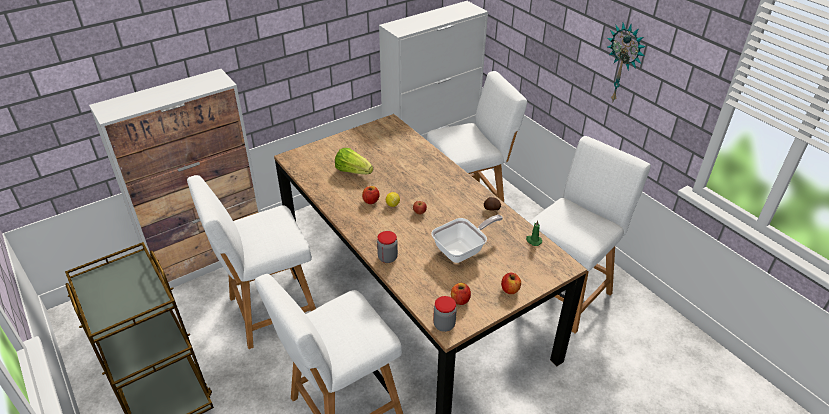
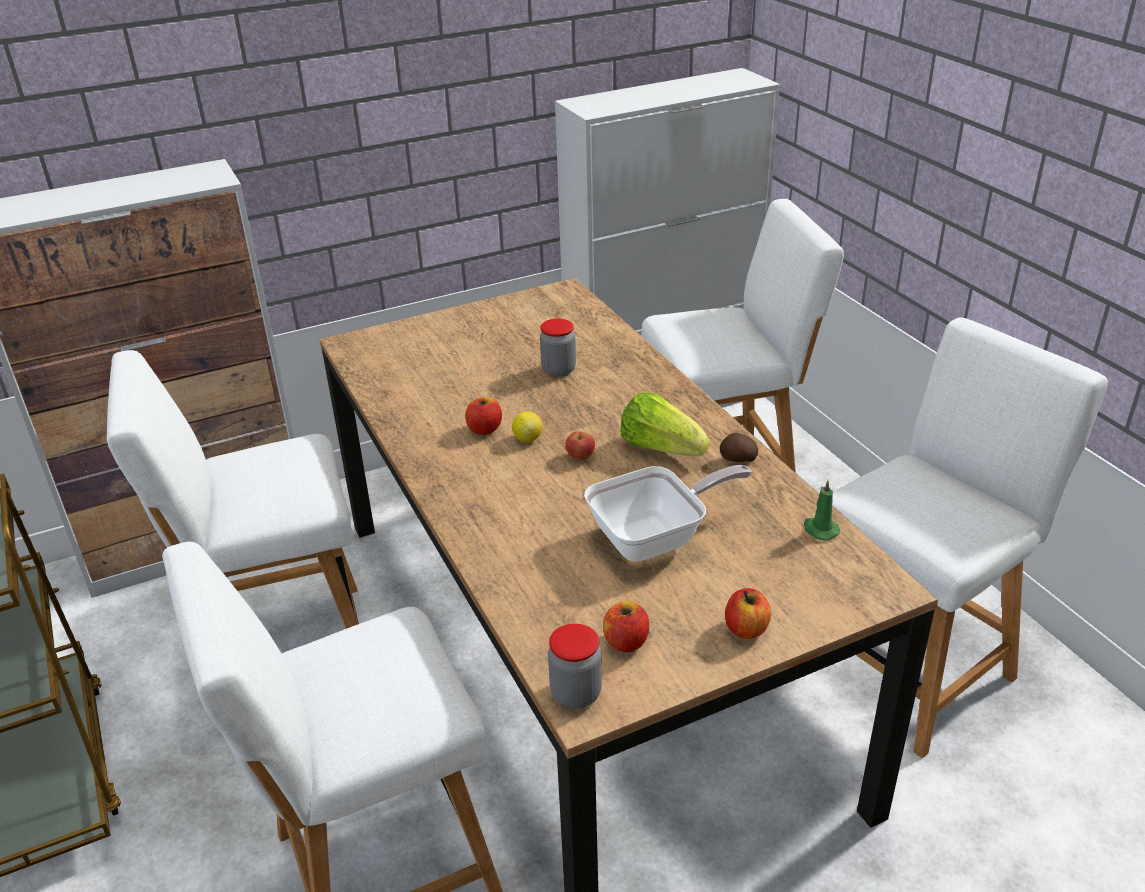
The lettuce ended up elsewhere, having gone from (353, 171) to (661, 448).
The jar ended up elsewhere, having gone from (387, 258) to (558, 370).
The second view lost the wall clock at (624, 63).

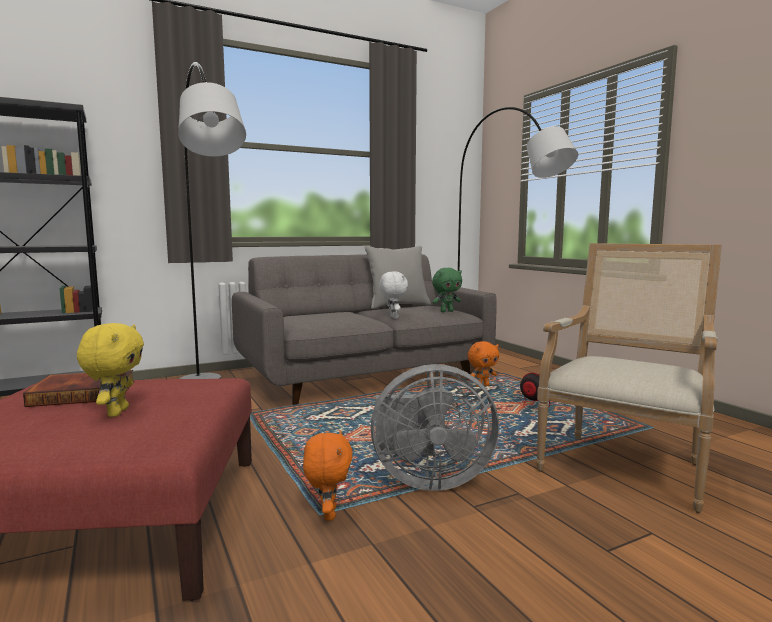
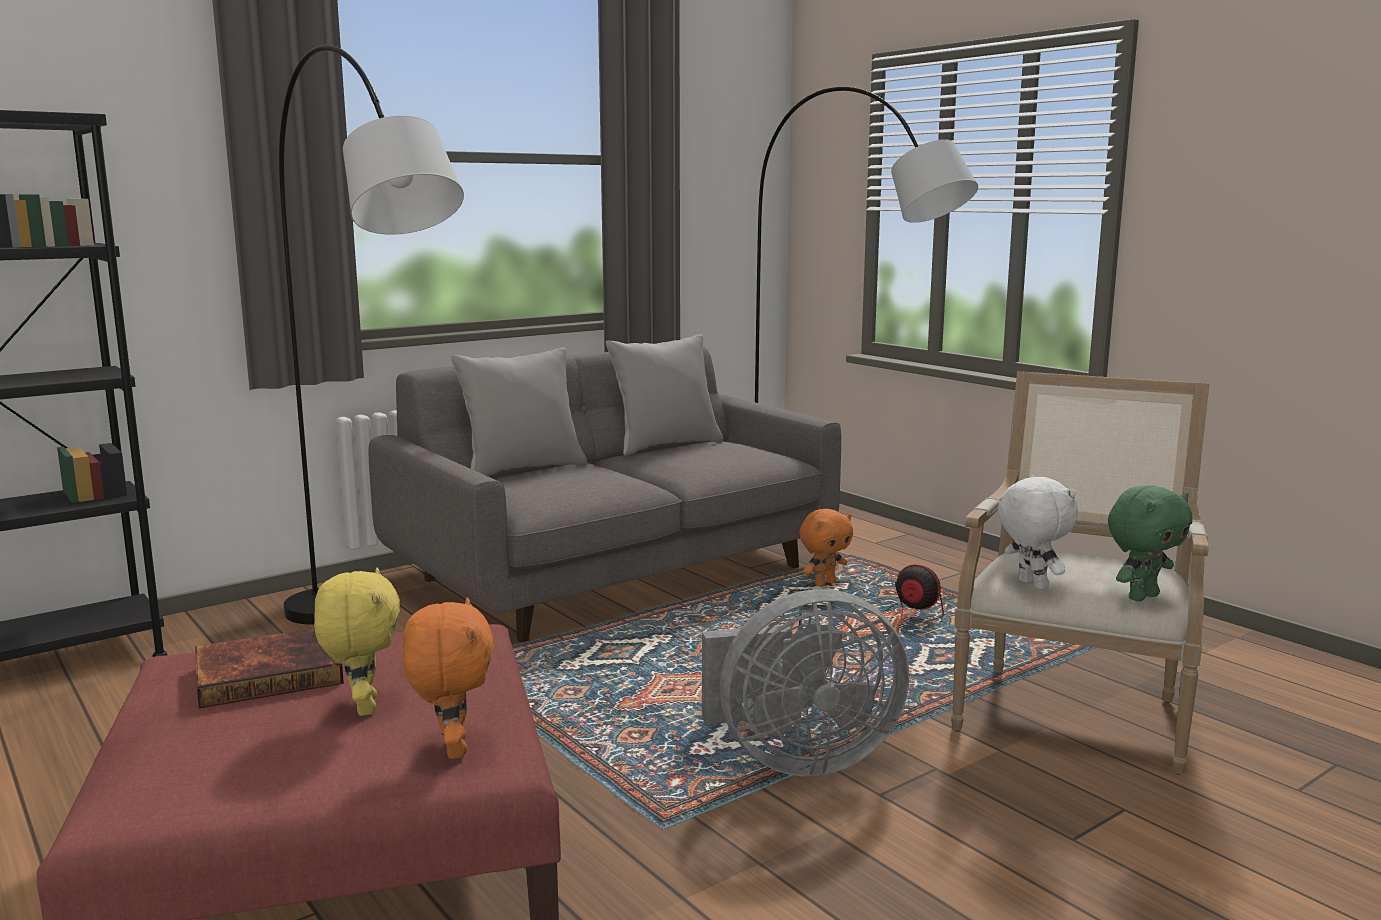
The orange plush toy ended up elsewhere, having gone from (328, 514) to (452, 749).
The white plush toy ended up elsewhere, having gone from (393, 317) to (1031, 585).
The green plush toy ended up elsewhere, having gone from (446, 311) to (1142, 596).
The second view gained the grey pillow at (522, 469).

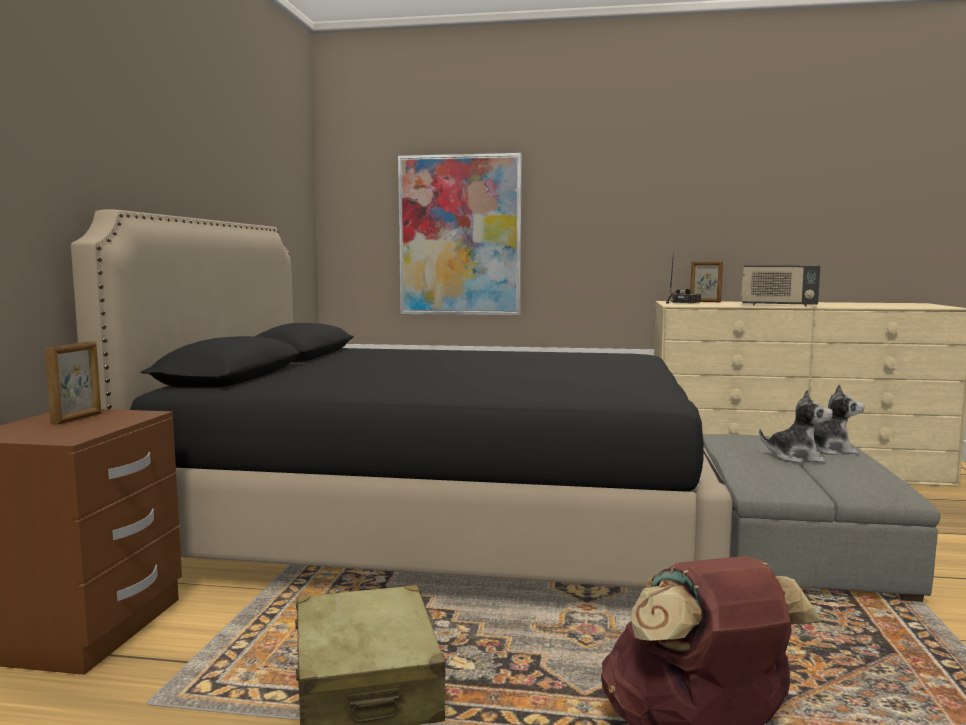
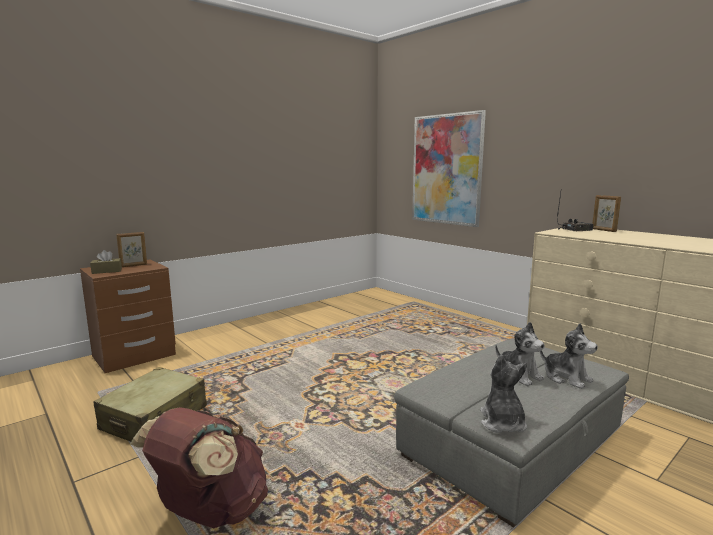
The second view lost the black bed at (438, 524).
The second view lost the radio at (778, 305).
The second view gained the brown tissue box at (107, 271).
The second view gained the plush toy at (502, 423).

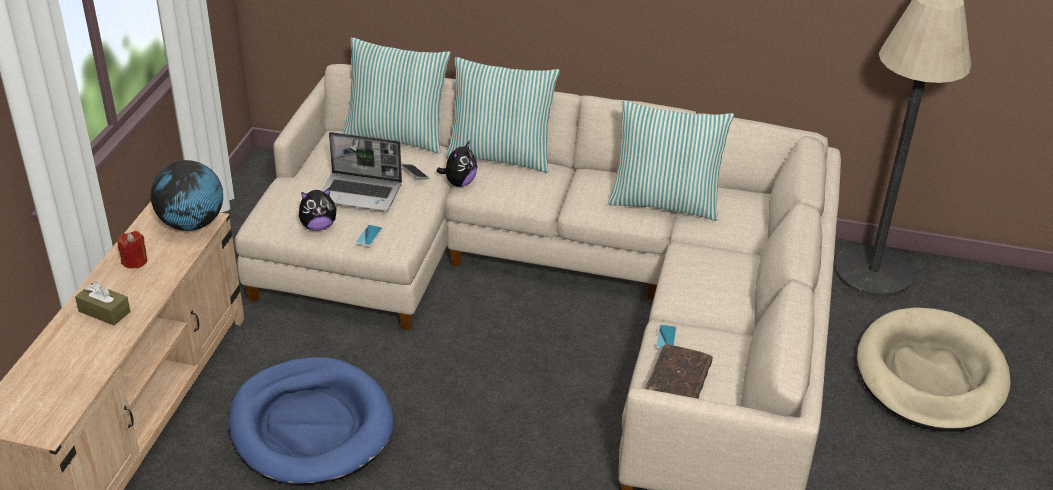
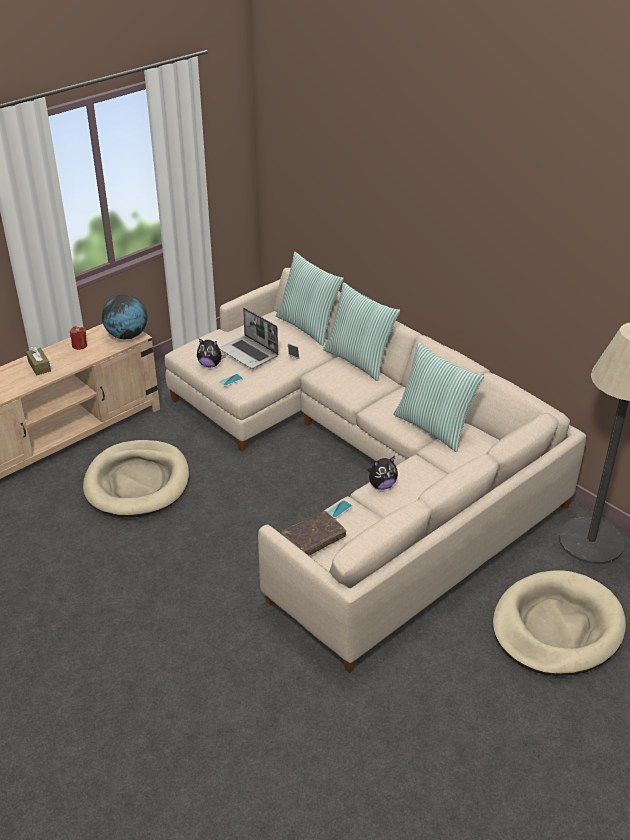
What was the blue dog bed at (311, 426) turned into the beige dog bed at (137, 482).
The plush toy ended up elsewhere, having gone from (459, 183) to (381, 485).

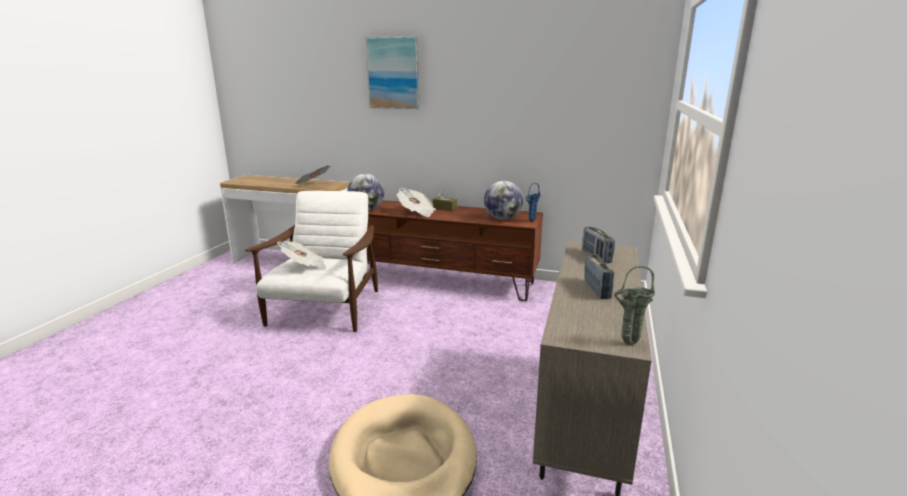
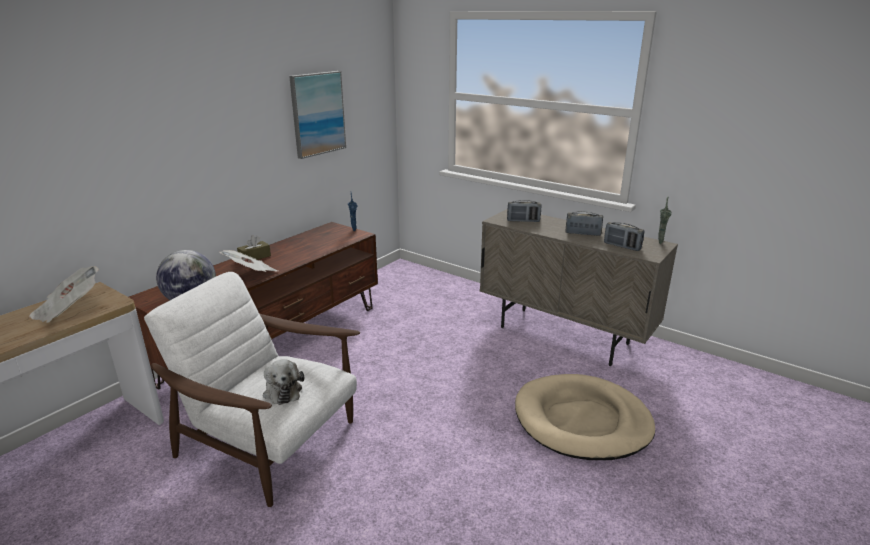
Where the newspaper stood at (304, 266), the plush toy came to stand at (282, 390).
The picture ended up elsewhere, having gone from (394, 73) to (317, 114).
The second view lost the globe at (502, 219).
The second view gained the radio at (622, 246).

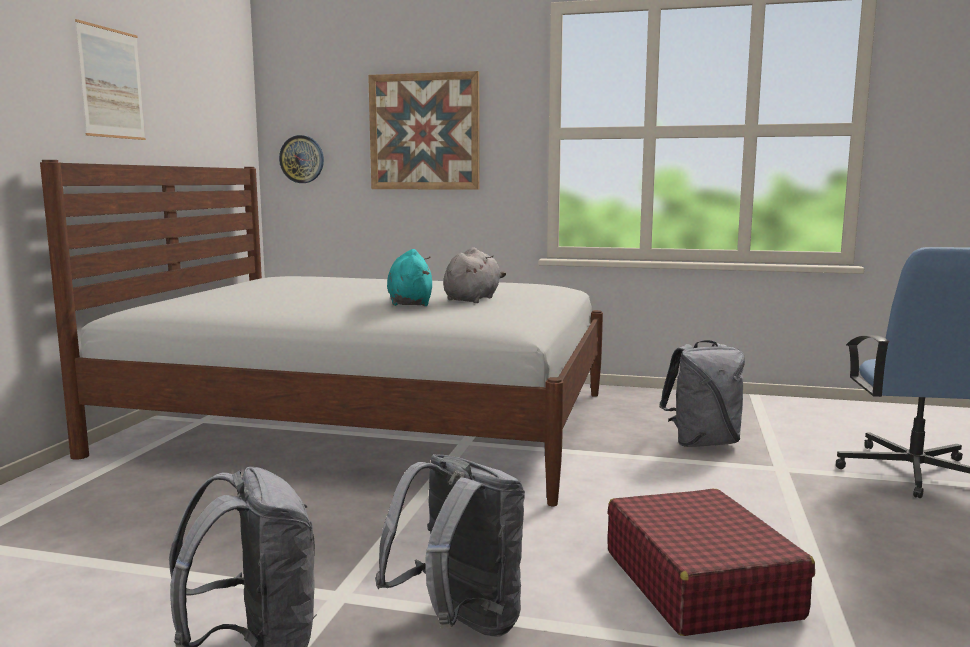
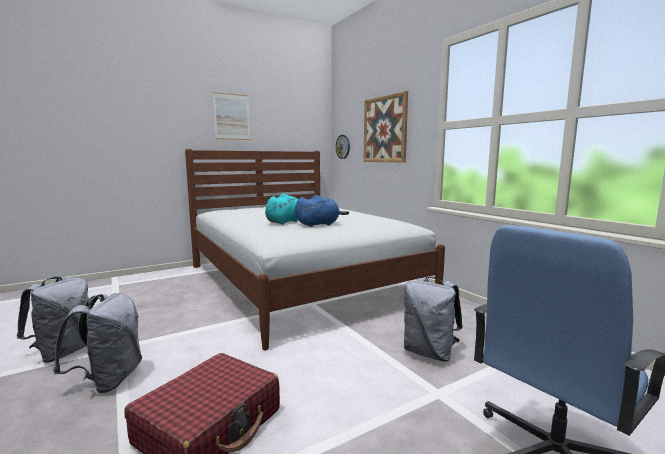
What was the grey plush toy at (473, 299) turned into the blue plush toy at (319, 224).

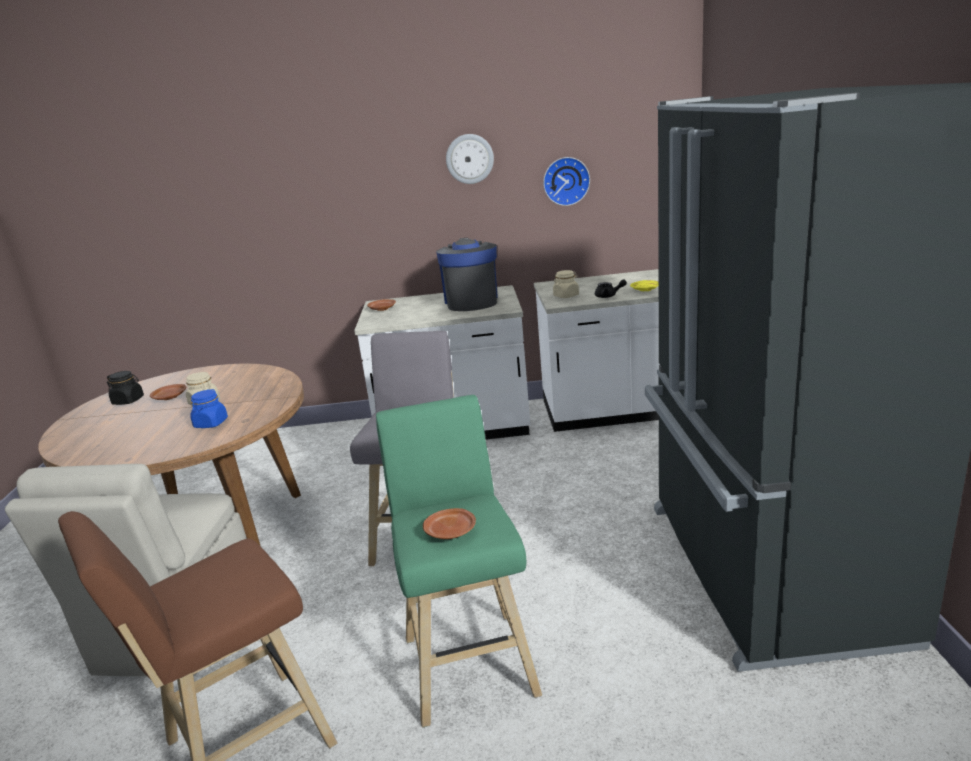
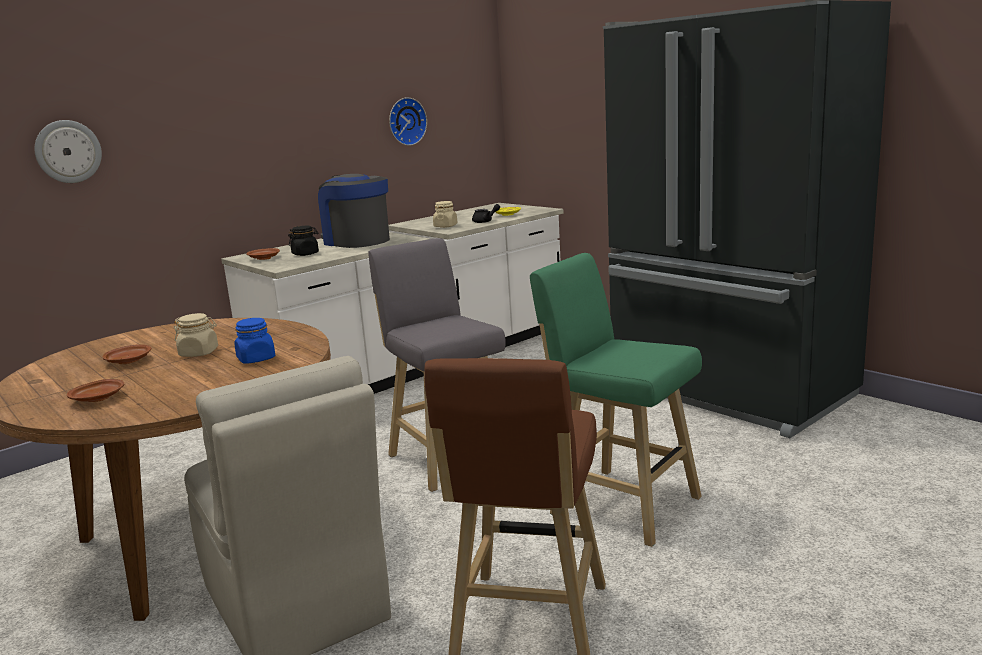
The black jar ended up elsewhere, having gone from (128, 401) to (305, 254).
The brown plate ended up elsewhere, having gone from (451, 531) to (99, 398).
The wall clock ended up elsewhere, having gone from (469, 159) to (68, 151).

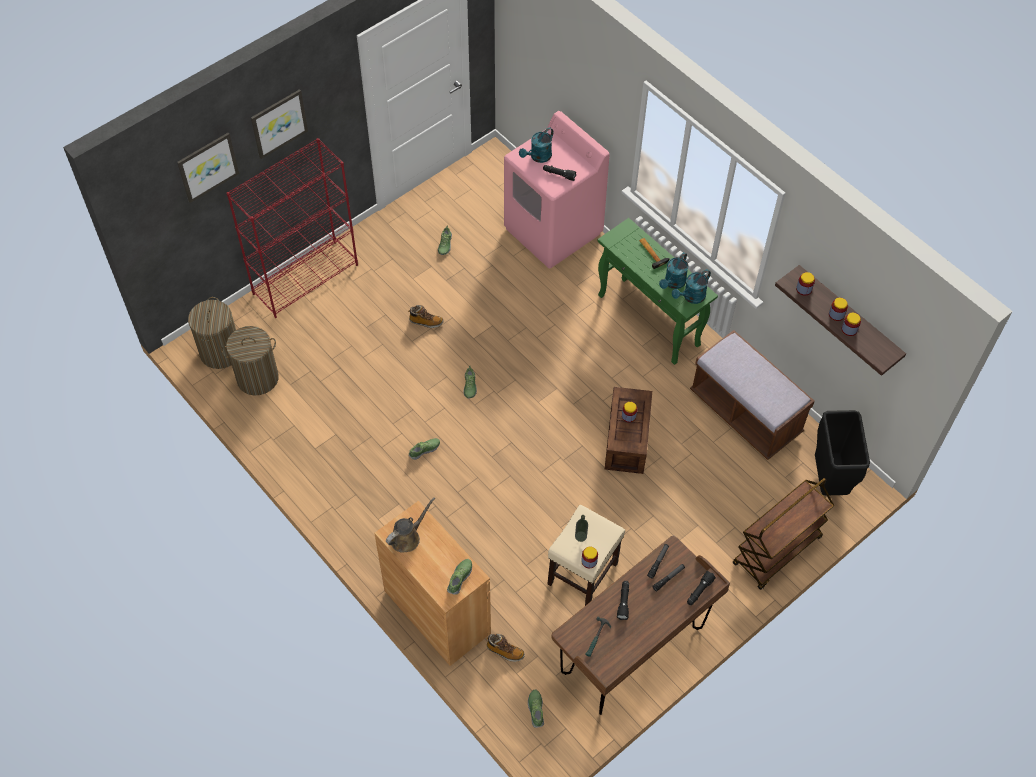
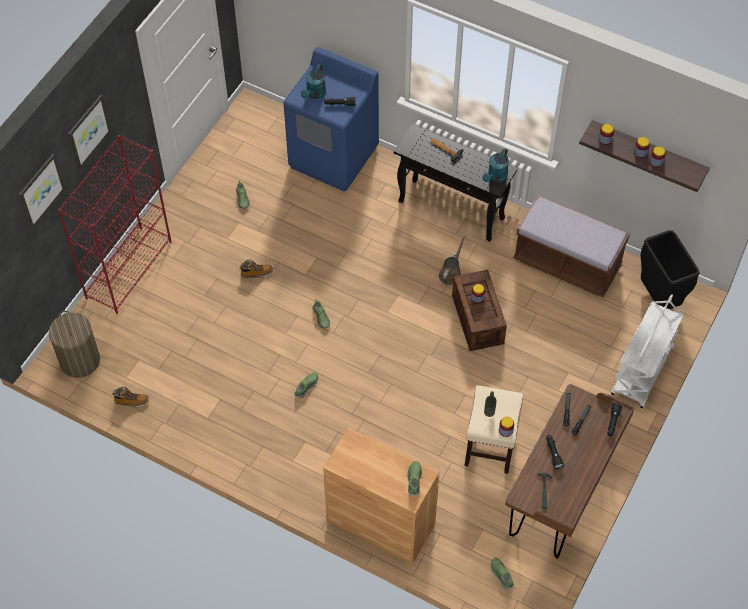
The second view lost the laundry basket at (257, 378).
The brown watering can ended up elsewhere, having gone from (407, 537) to (451, 273).
The boot ended up elsewhere, having gone from (505, 651) to (131, 401).
What was the pink washing machine at (553, 231) turned into the blue washing machine at (334, 157).
What was the green console table at (649, 321) turned into the black console table at (452, 210).
The second view lost the turquoise watering can at (673, 283).
What was the brown cart at (777, 552) turned into the white cart at (642, 372).

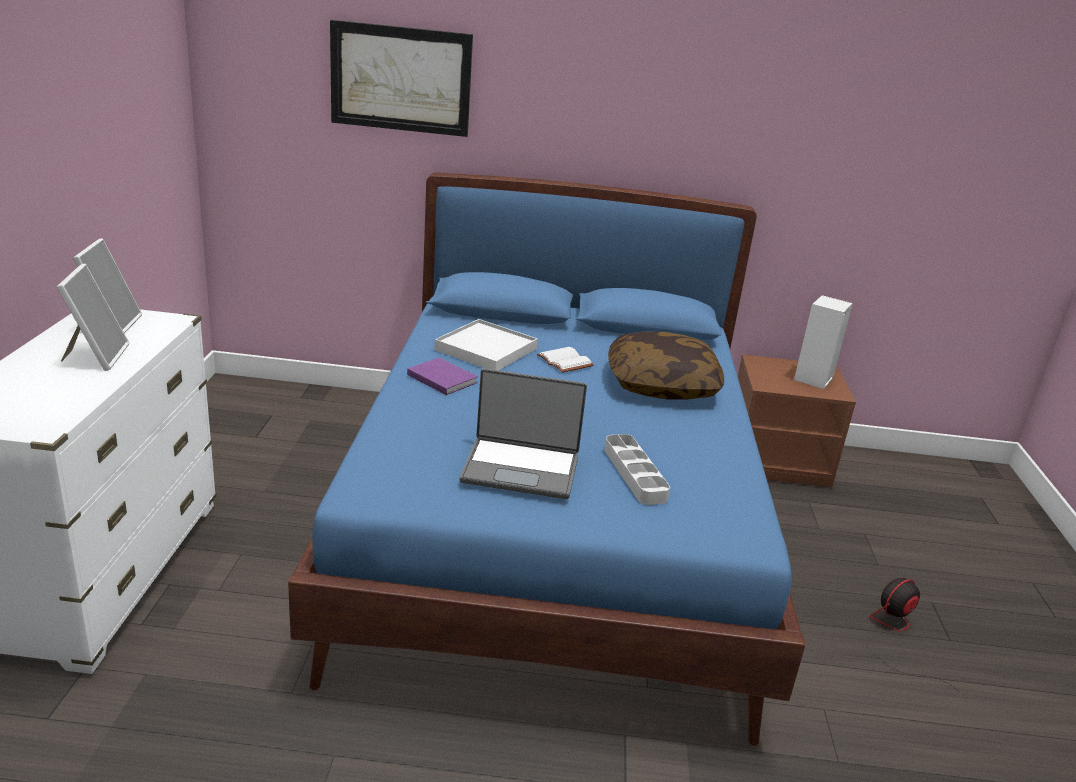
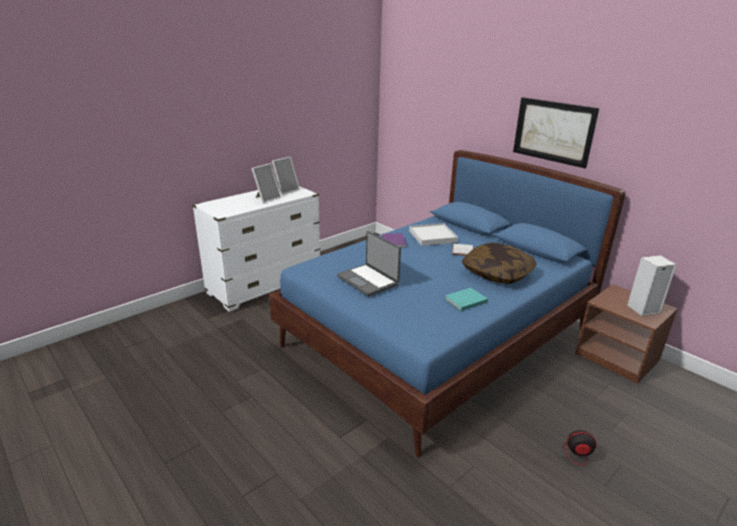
The picture ended up elsewhere, having gone from (401, 79) to (553, 131).
The second view lost the grey tray at (634, 473).
The second view gained the turquoise book at (464, 301).

